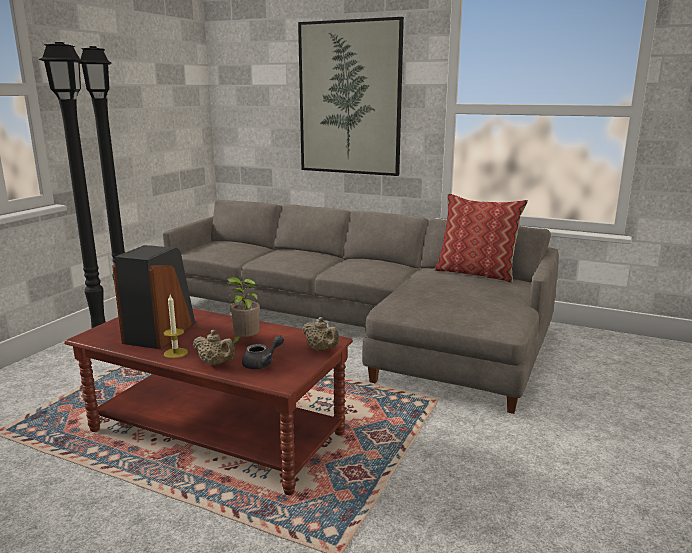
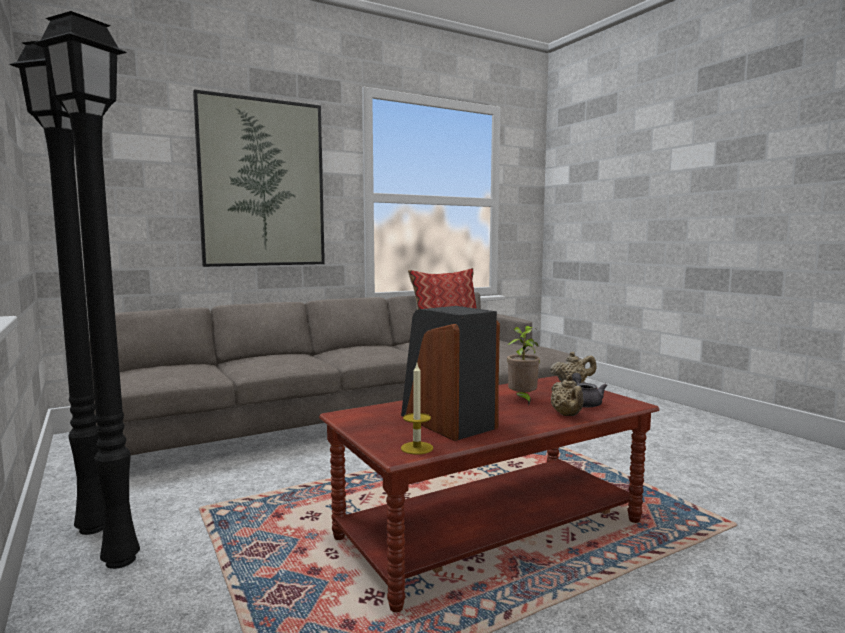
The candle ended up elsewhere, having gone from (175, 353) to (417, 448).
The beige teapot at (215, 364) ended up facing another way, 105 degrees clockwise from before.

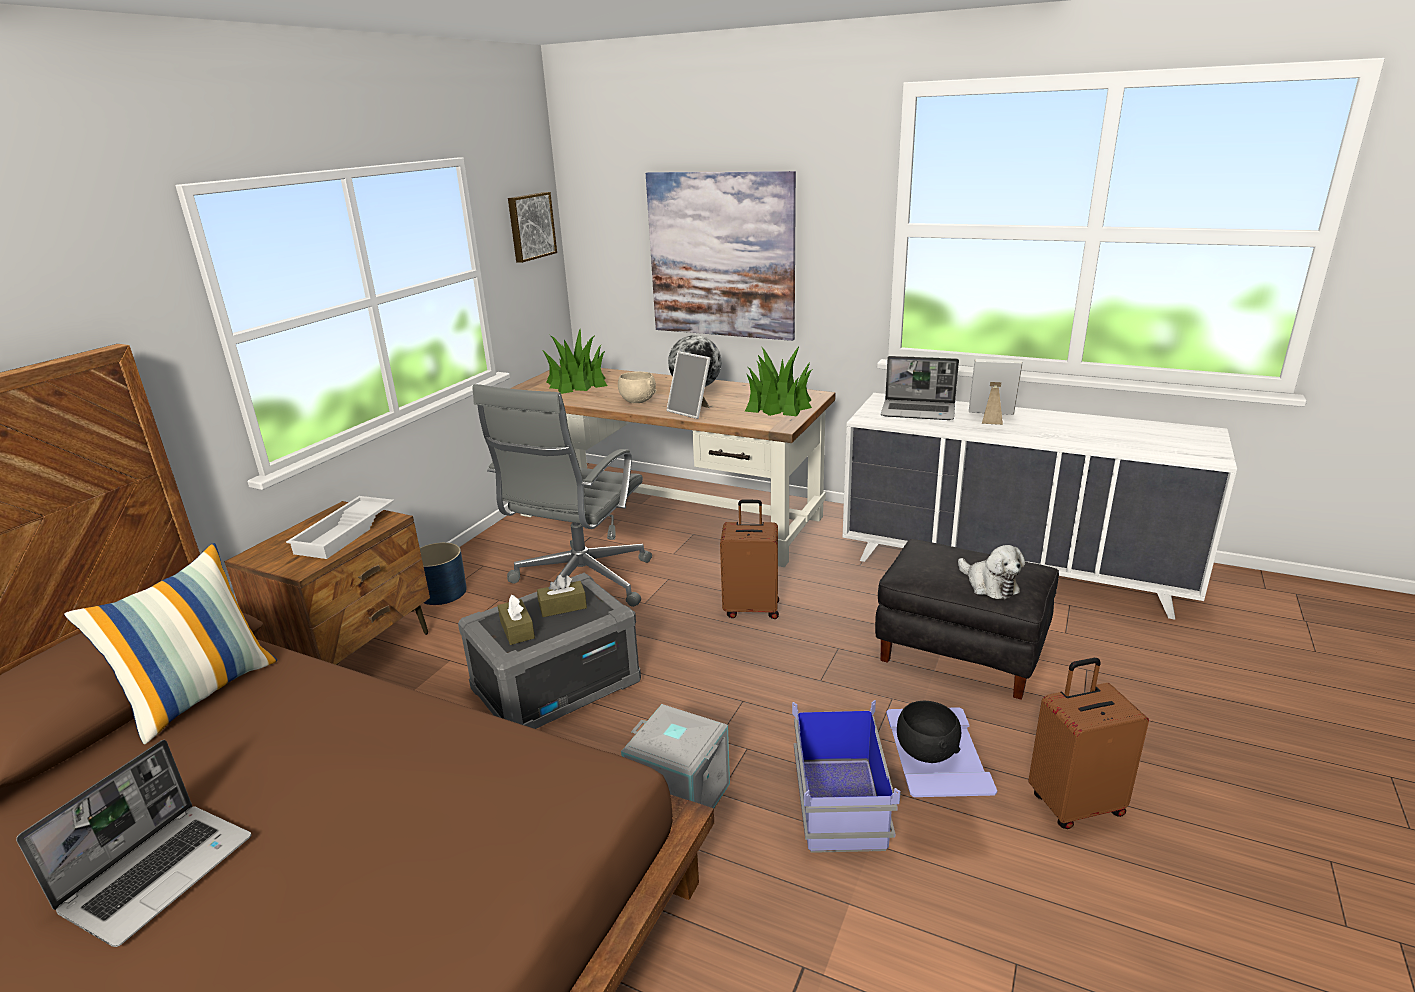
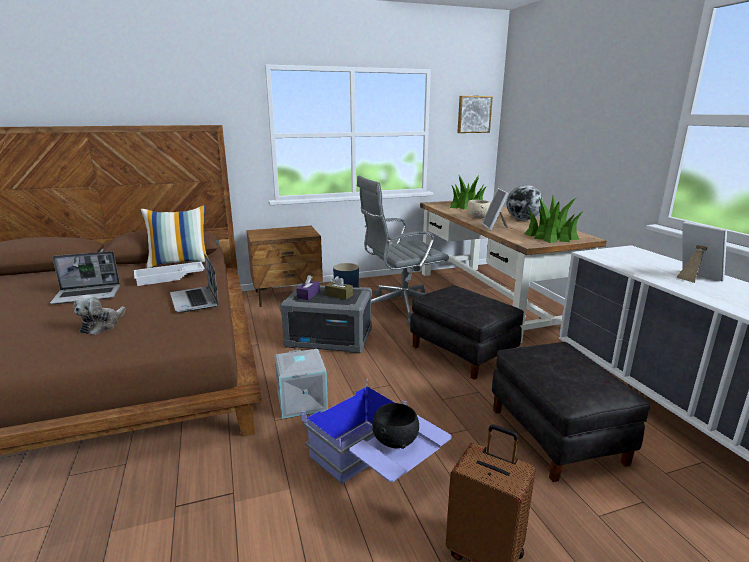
The white tray ended up elsewhere, having gone from (346, 533) to (170, 278).
What was the brown tissue box at (517, 630) turned into the purple tissue box at (308, 295).
The second view lost the picture at (721, 256).
Where the brown suitcase stood at (751, 608), the black ottoman came to stand at (463, 352).
The laptop ended up elsewhere, having gone from (919, 411) to (195, 300).
The plush toy ended up elsewhere, having gone from (989, 585) to (101, 325).

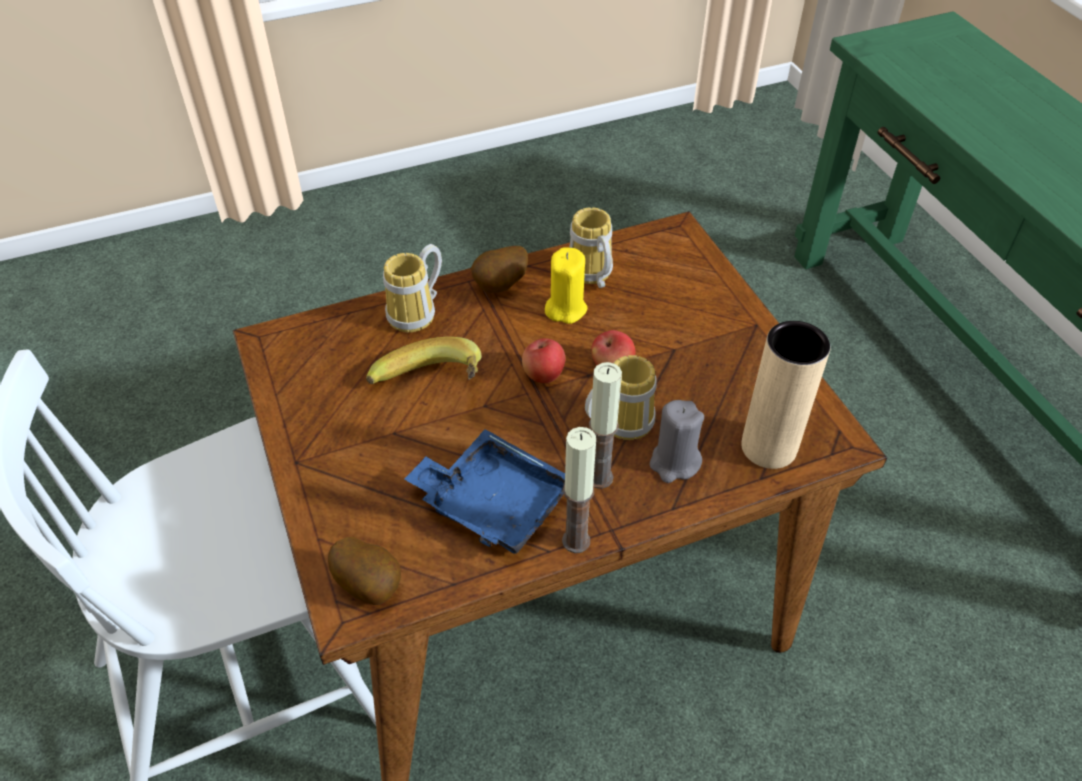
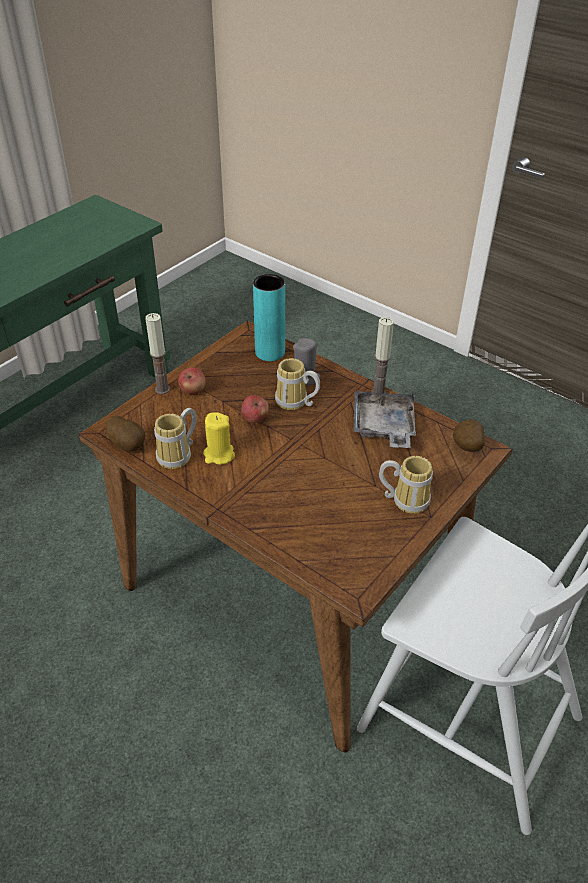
The second view lost the banana at (431, 389).
The mug ended up elsewhere, having gone from (418, 314) to (405, 499).
What was the blue tray at (493, 503) turned into the grey tray at (383, 427).
The potato ended up elsewhere, having gone from (501, 287) to (129, 445).
The apple ended up elsewhere, having gone from (543, 374) to (193, 391).
The candle ended up elsewhere, having gone from (599, 477) to (162, 389).
What was the beige vase at (768, 447) turned into the turquoise vase at (270, 352).

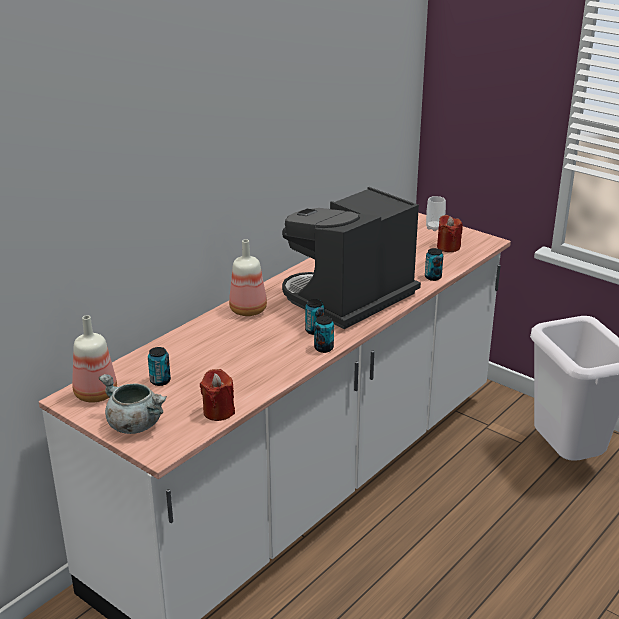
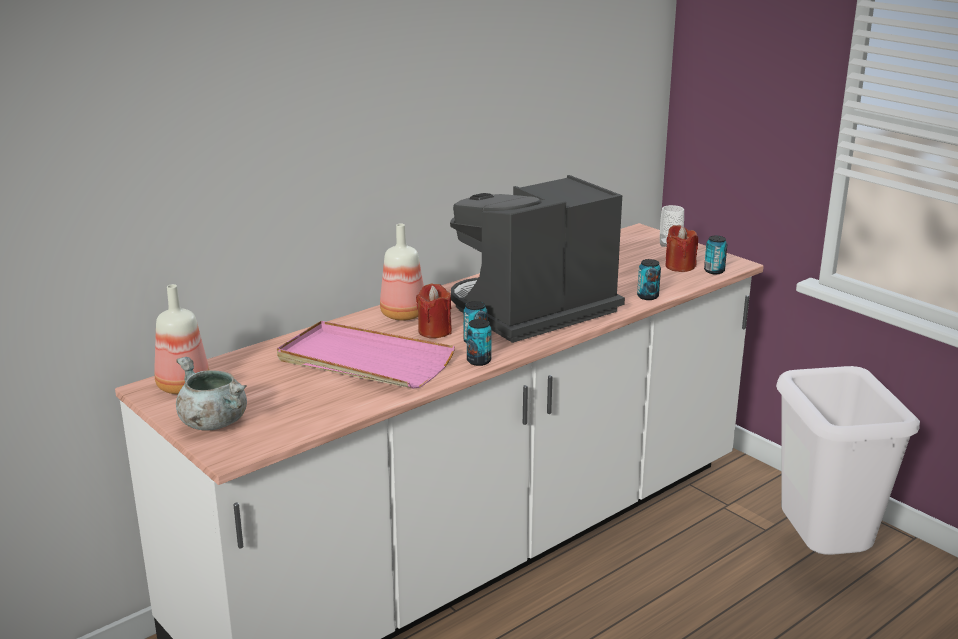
The can ended up elsewhere, having gone from (160, 381) to (714, 271).
The red candle ended up elsewhere, having gone from (218, 412) to (434, 331).
The second view gained the pink tray at (364, 361).

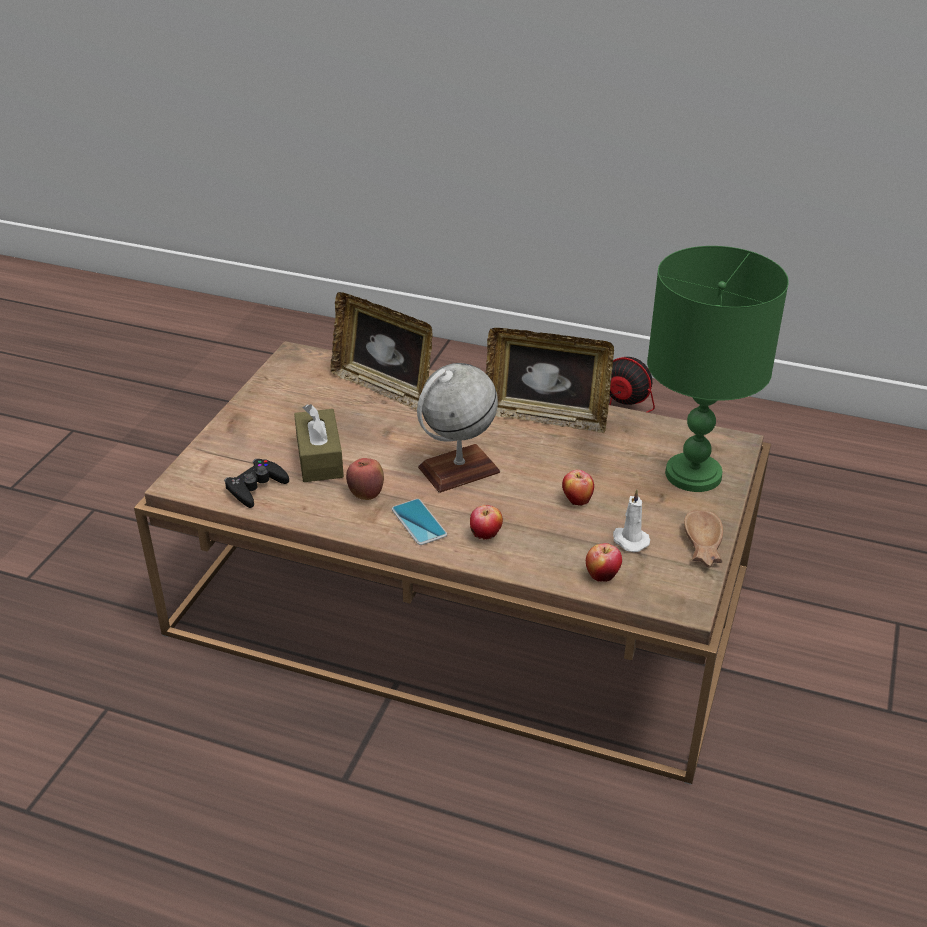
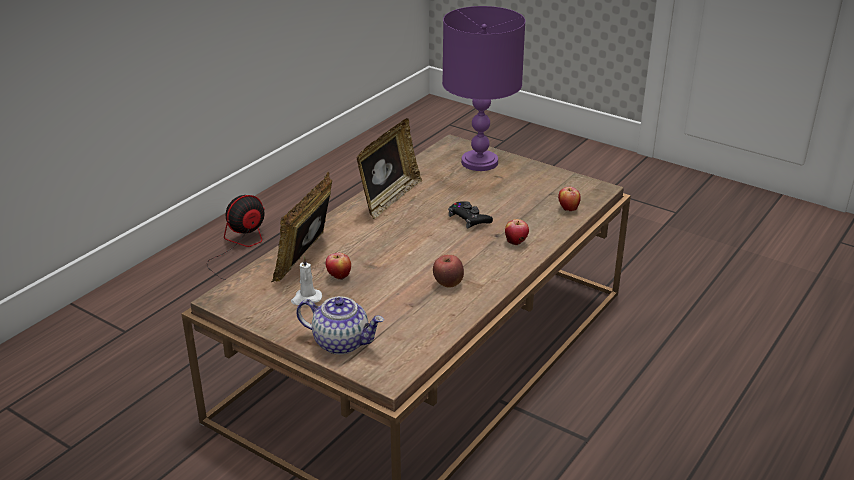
The black game controller ended up elsewhere, having gone from (256, 487) to (469, 219).
The second view lost the brown tissue box at (319, 458).
The picture frame at (384, 388) ended up facing another way, 150 degrees clockwise from before.
The second view lost the phone at (419, 522).
The second view lost the globe at (458, 470).
The apple ended up elsewhere, having gone from (576, 501) to (339, 277).
The white candle ended up elsewhere, having gone from (629, 540) to (306, 299).
What was the green table lamp at (692, 475) turned into the purple table lamp at (479, 162).
The second view lost the brown bowl at (701, 546).
The second view gained the teapot at (342, 342).

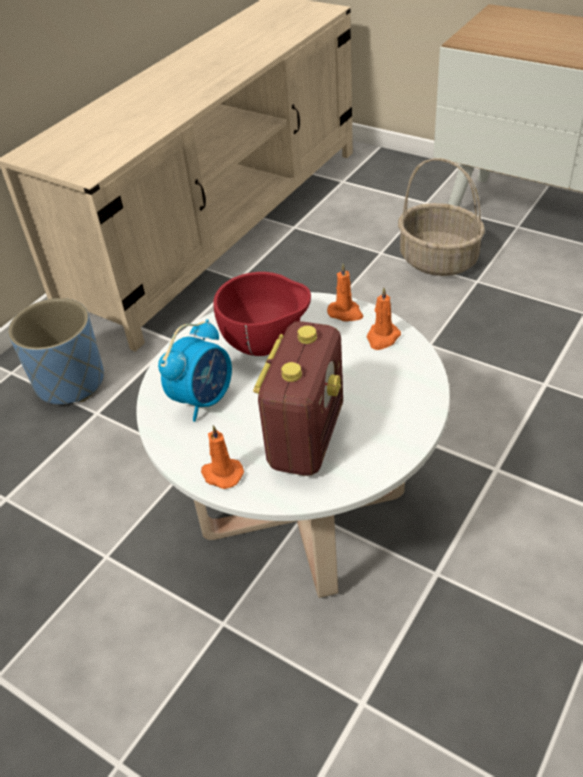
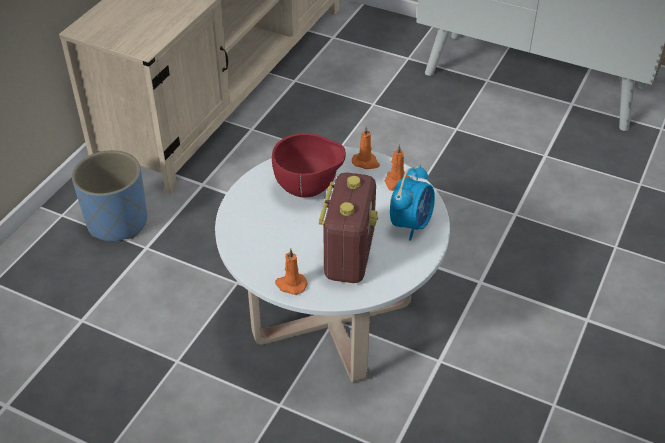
The alarm clock ended up elsewhere, having gone from (203, 399) to (411, 224).
The second view lost the basket at (437, 260).

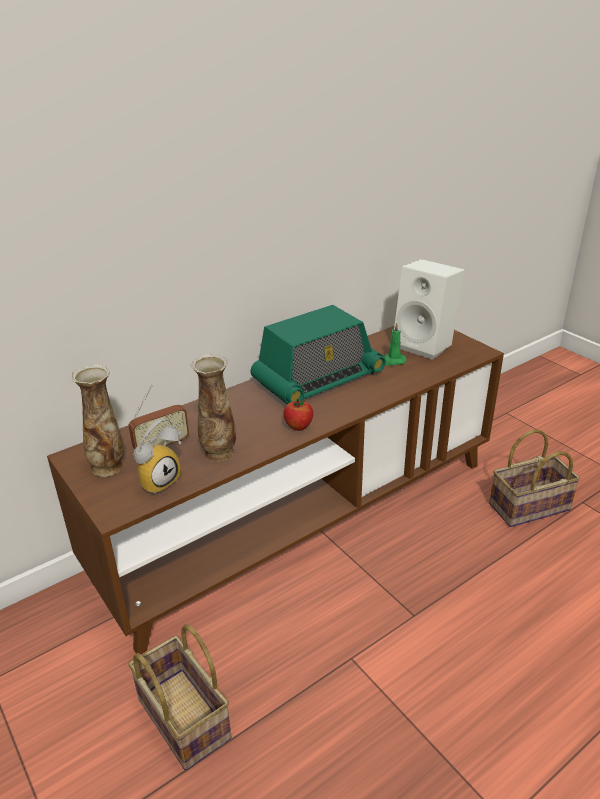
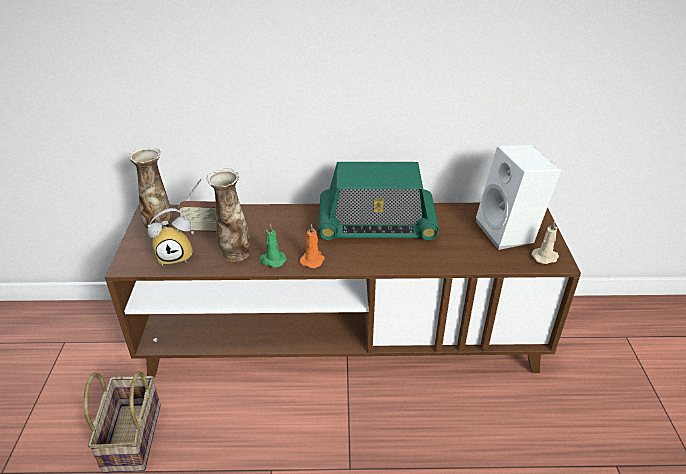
Where the apple stood at (298, 427), the orange candle came to stand at (313, 260).
The green candle ended up elsewhere, having gone from (392, 361) to (272, 260).
The second view lost the basket at (528, 508).
The second view gained the beige candle at (545, 257).

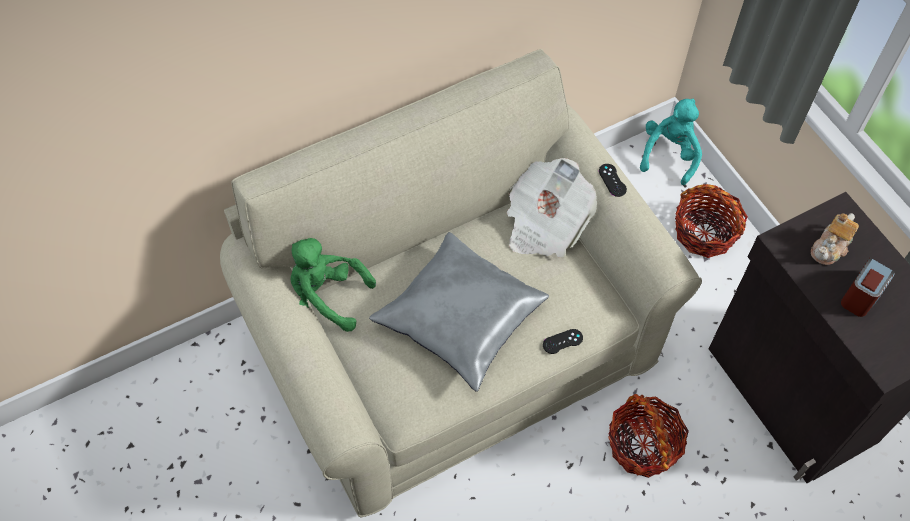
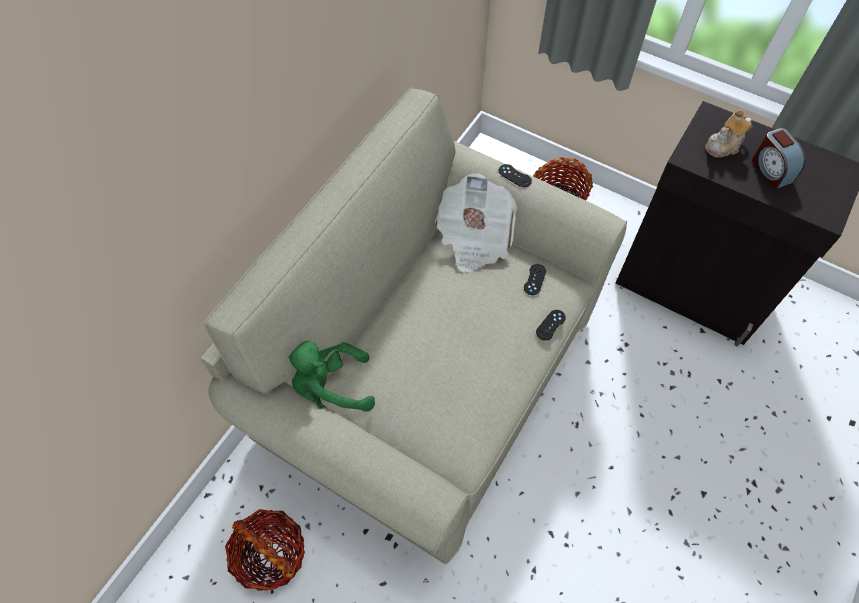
The second view lost the grey pillow at (461, 317).
The basket ended up elsewhere, having gone from (642, 445) to (271, 555).
The second view lost the turquoise plush toy at (669, 154).
The teapot at (830, 247) ended up facing another way, 45 degrees clockwise from before.
The alarm clock at (862, 295) ended up facing another way, 150 degrees clockwise from before.
The second view gained the black game controller at (534, 279).

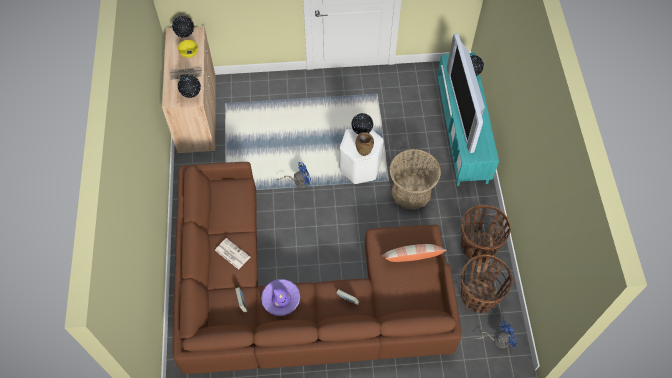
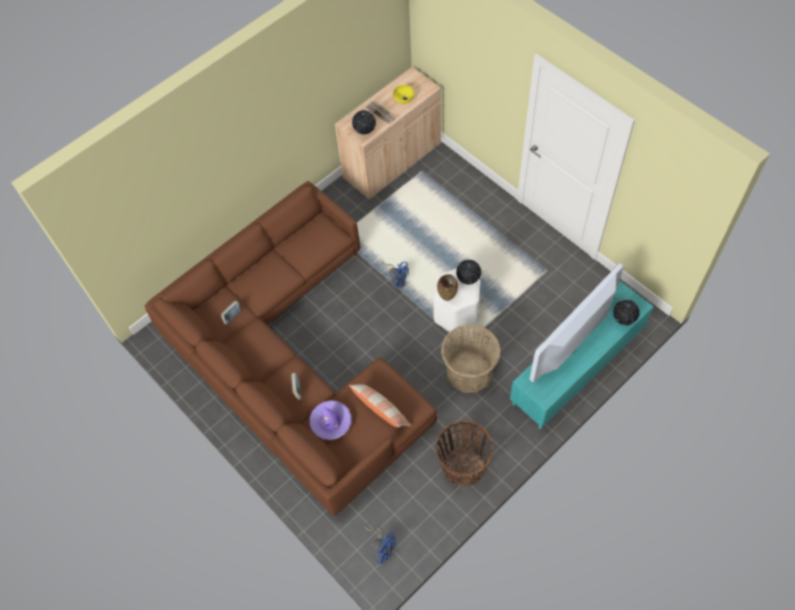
The second view lost the globe at (185, 36).
The second view lost the newspaper at (232, 253).
The purple hat ended up elsewhere, having gone from (281, 299) to (331, 422).
The second view lost the basket at (478, 296).

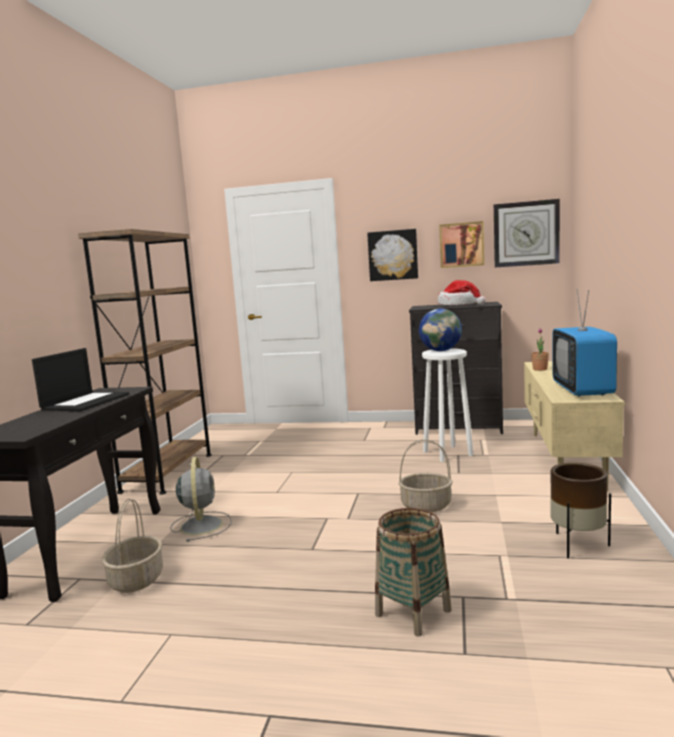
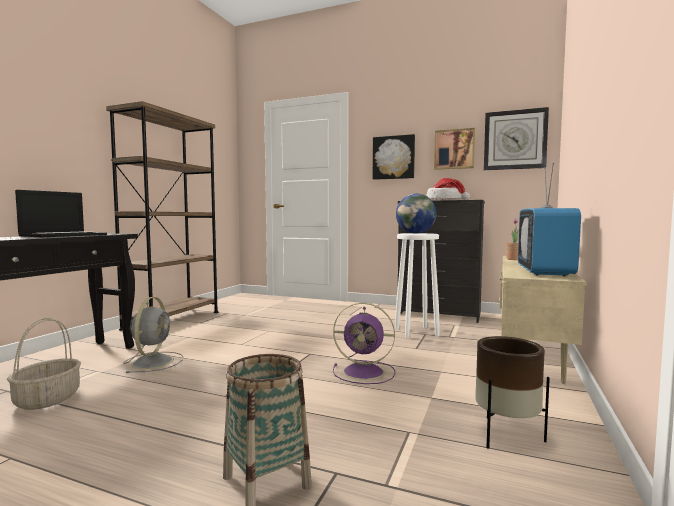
Where the basket stood at (426, 505), the purple fan came to stand at (365, 372).

